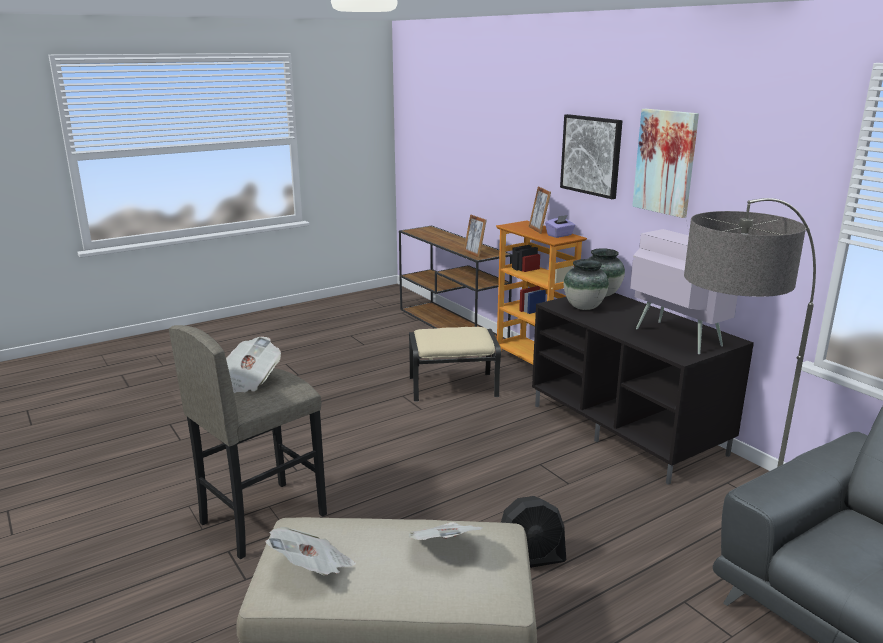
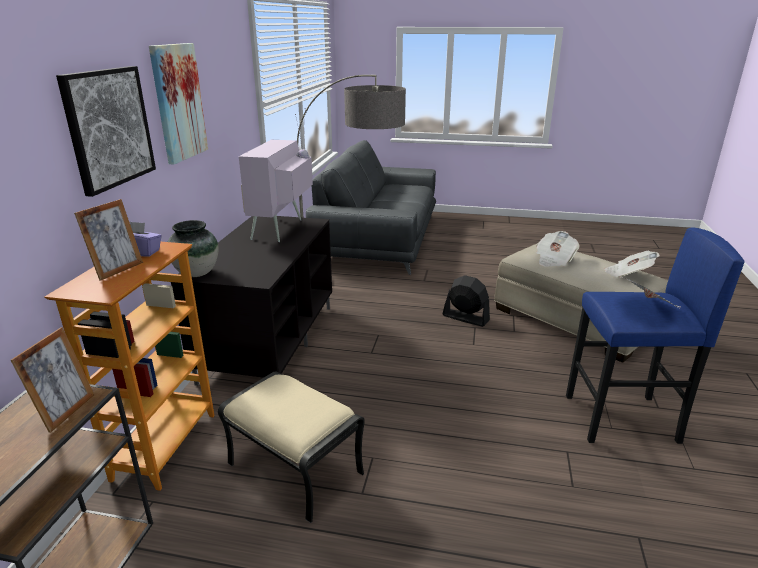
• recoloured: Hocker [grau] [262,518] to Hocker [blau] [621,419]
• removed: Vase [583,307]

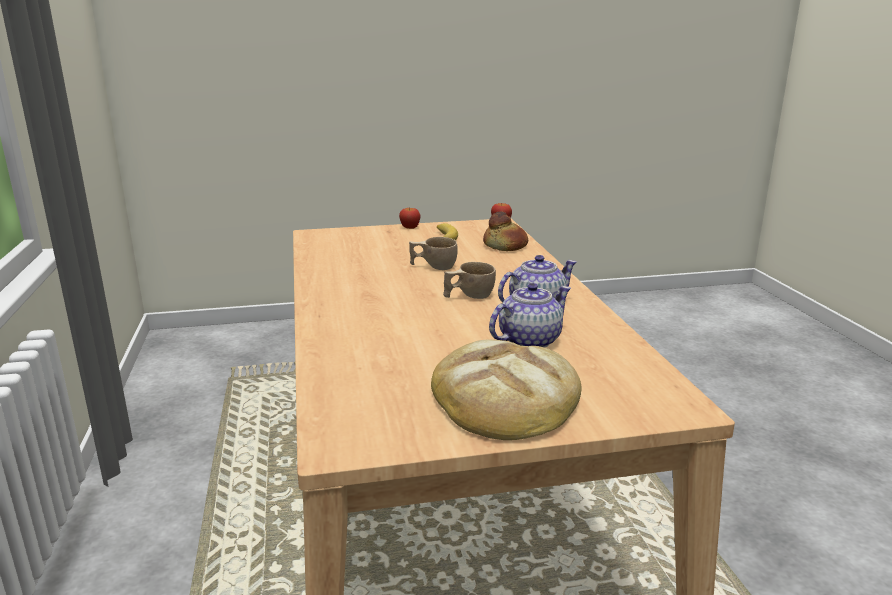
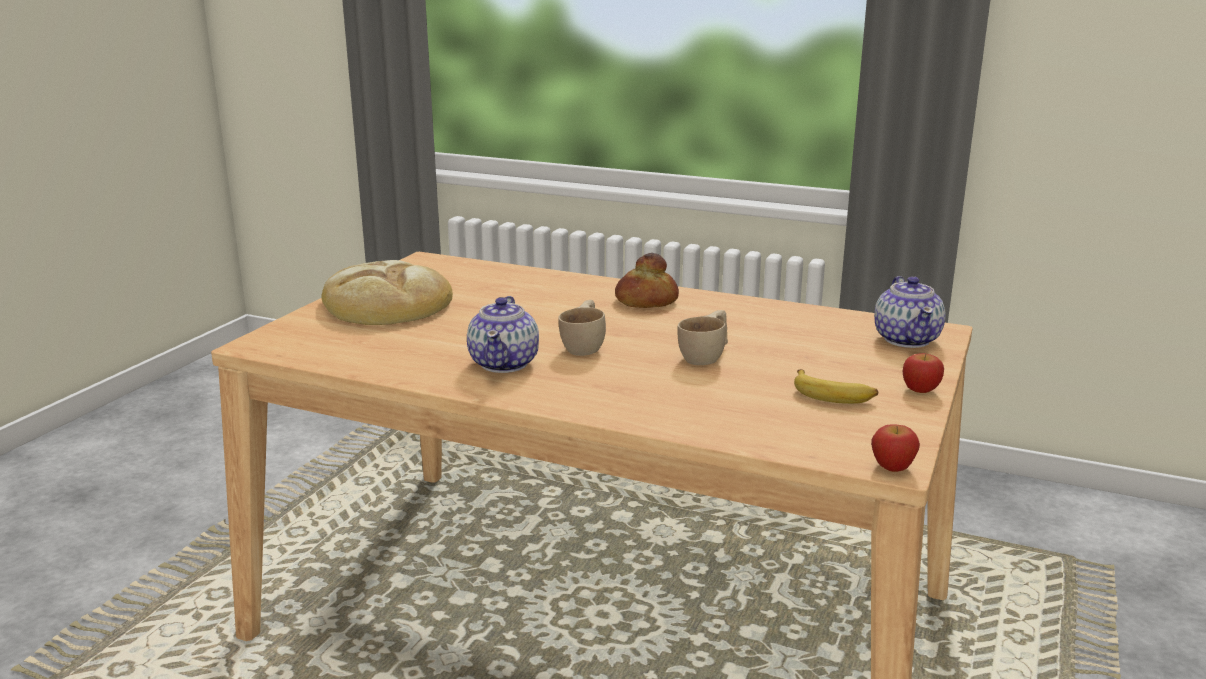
• moved: Brot [505,245] to [646,301]
• moved: Teekanne [528,341] to [907,339]

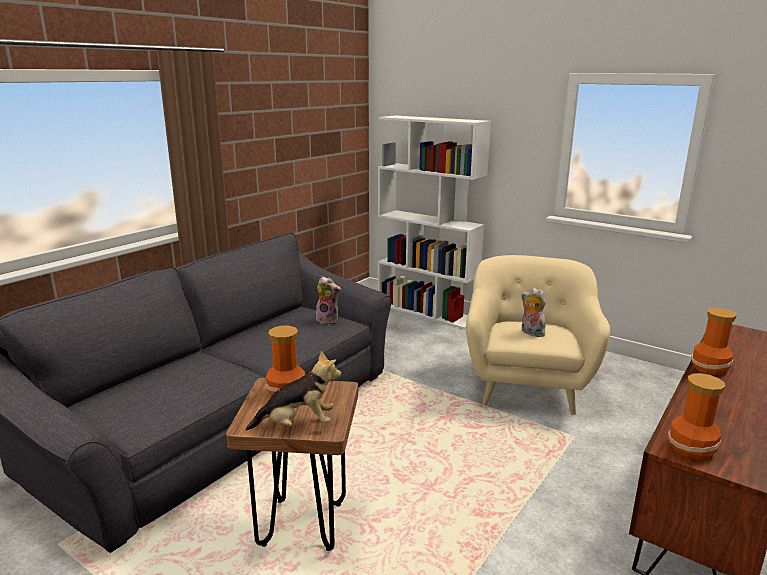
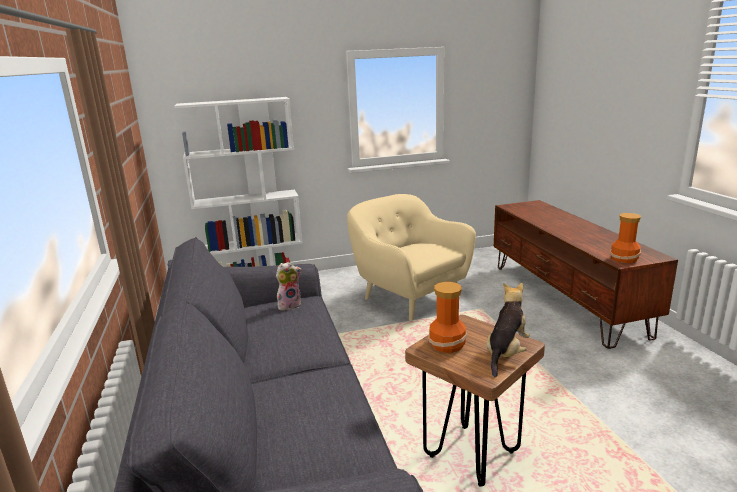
• removed: Plüschtier [531,333]
• removed: Vase [710,368]

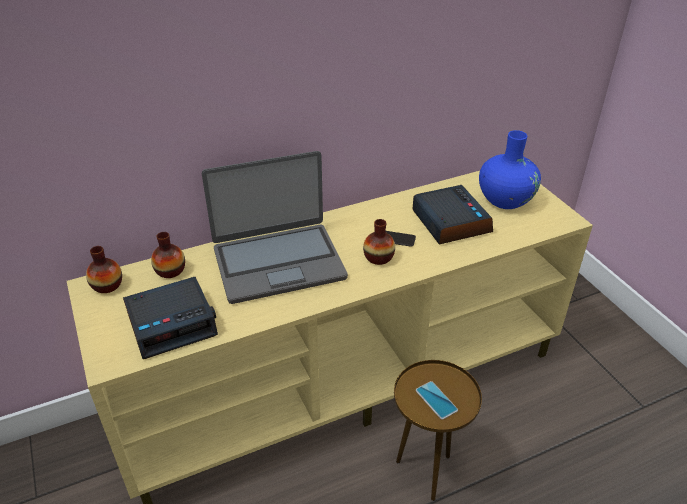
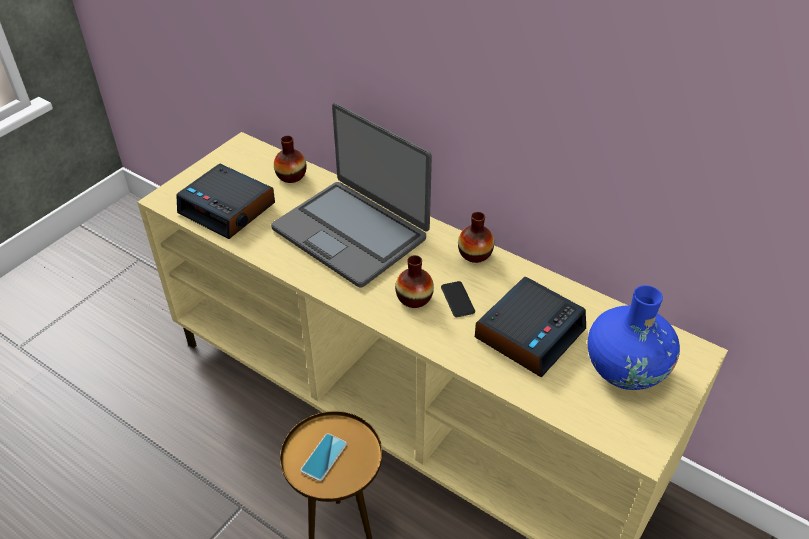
• moved: Vase [107,285] to [475,254]

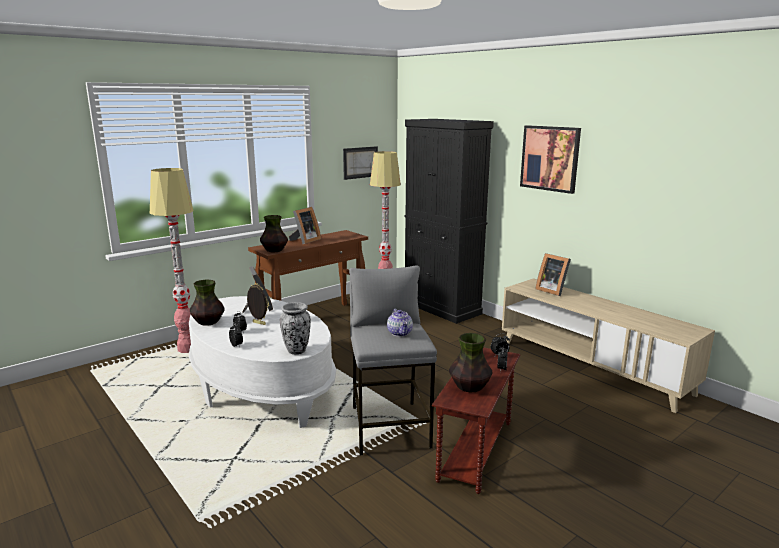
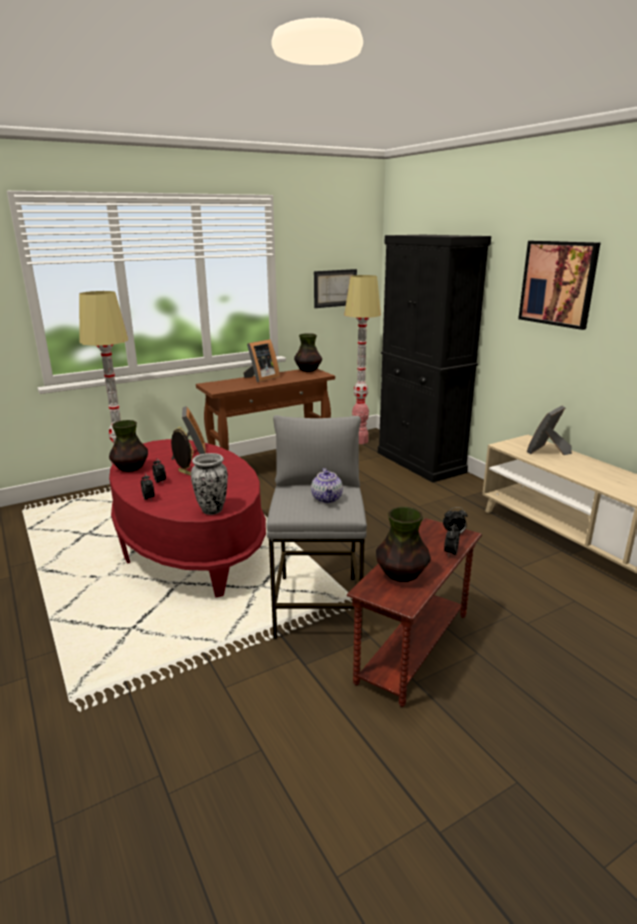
• recoloured: Couchtisch [weiß] [262,387] to Couchtisch [rot] [190,544]
• moved: Vase [274,251] to [308,370]
• turned: Bilderrahmen [552,290] = [547,451] 75 degrees clockwise

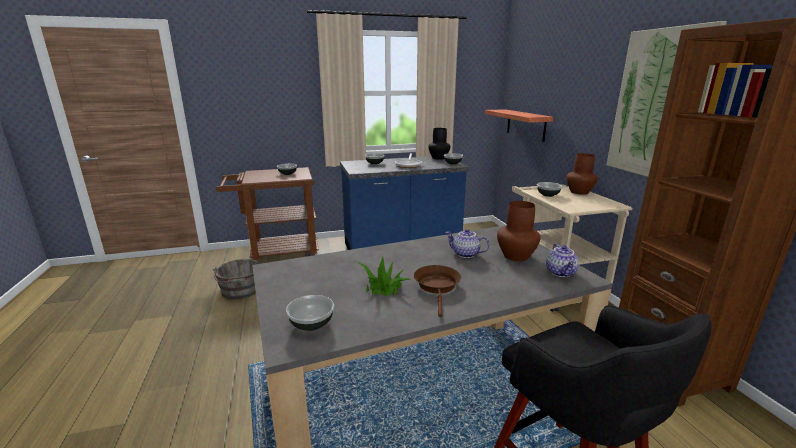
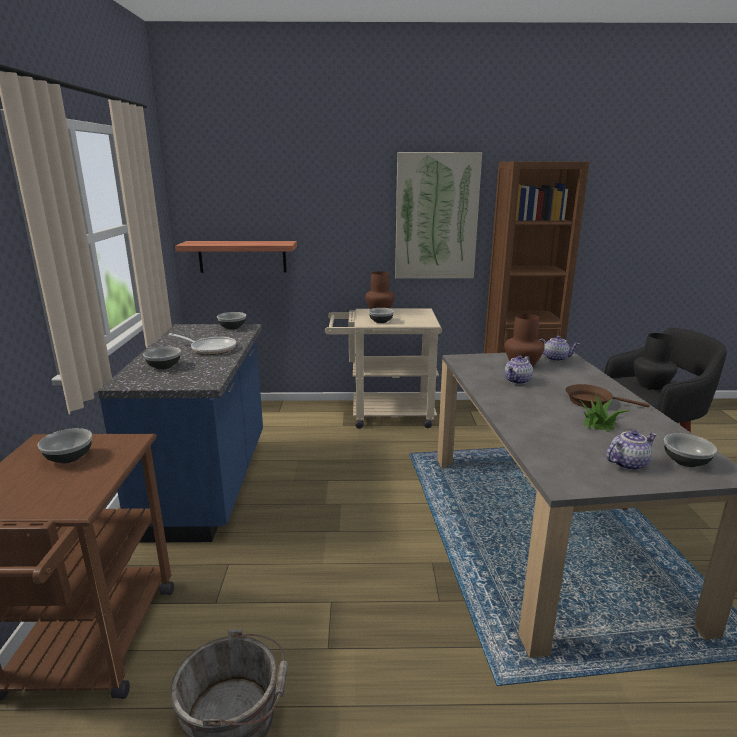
• added: Teekanne [627,463]
• moved: Vase [schwarz] [438,158] to [650,385]

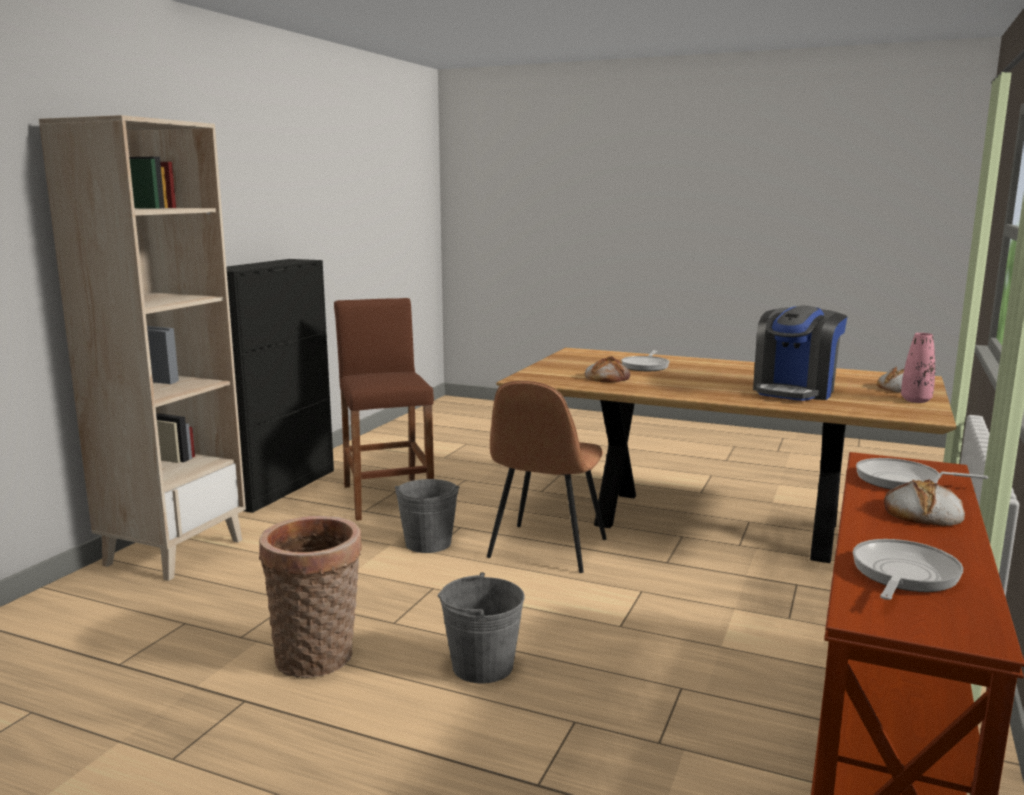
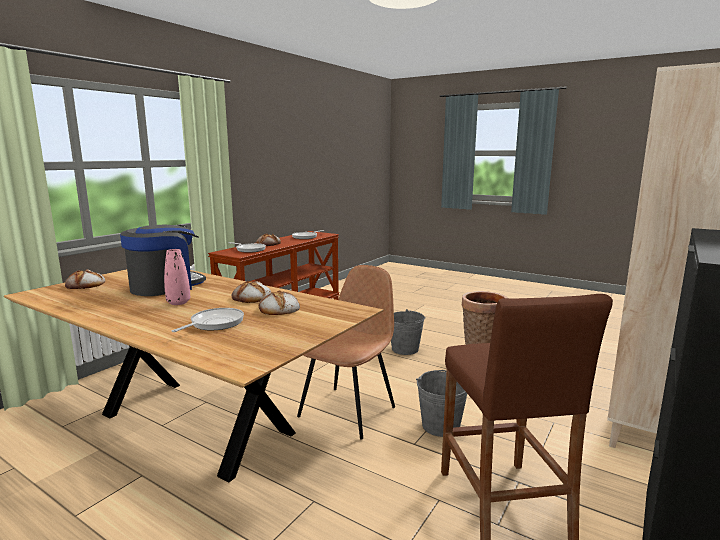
• moved: Vase [rosa] [916,400] to [178,302]
• added: Brot [252,297]

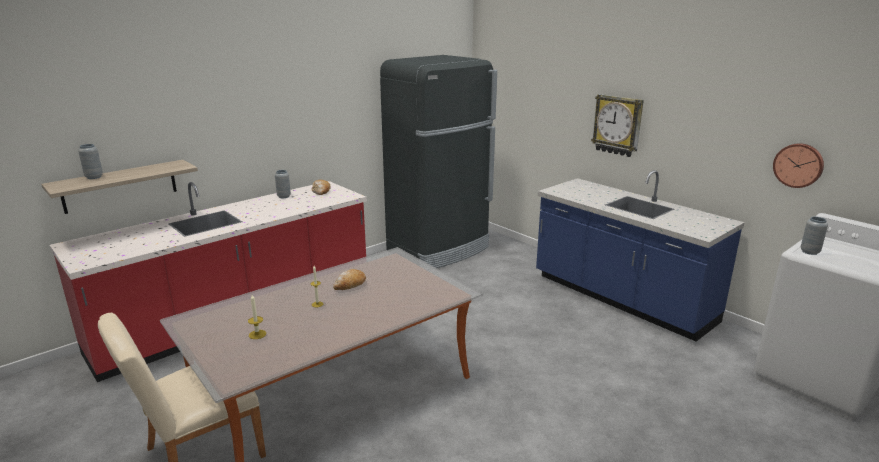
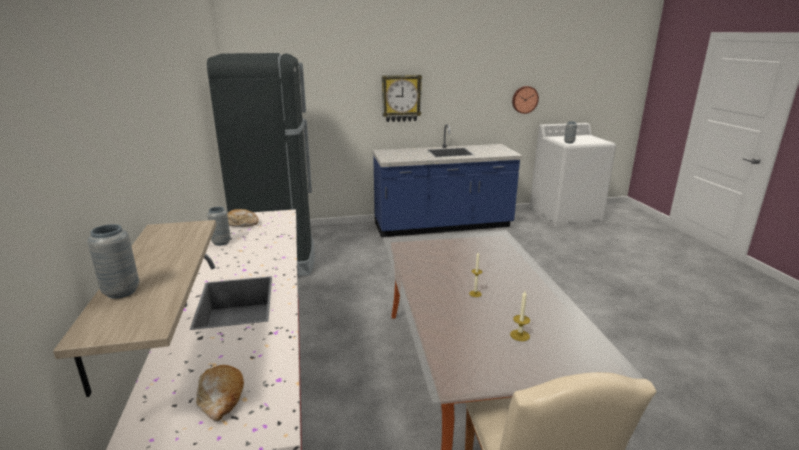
• moved: Brot [350,285] to [221,398]

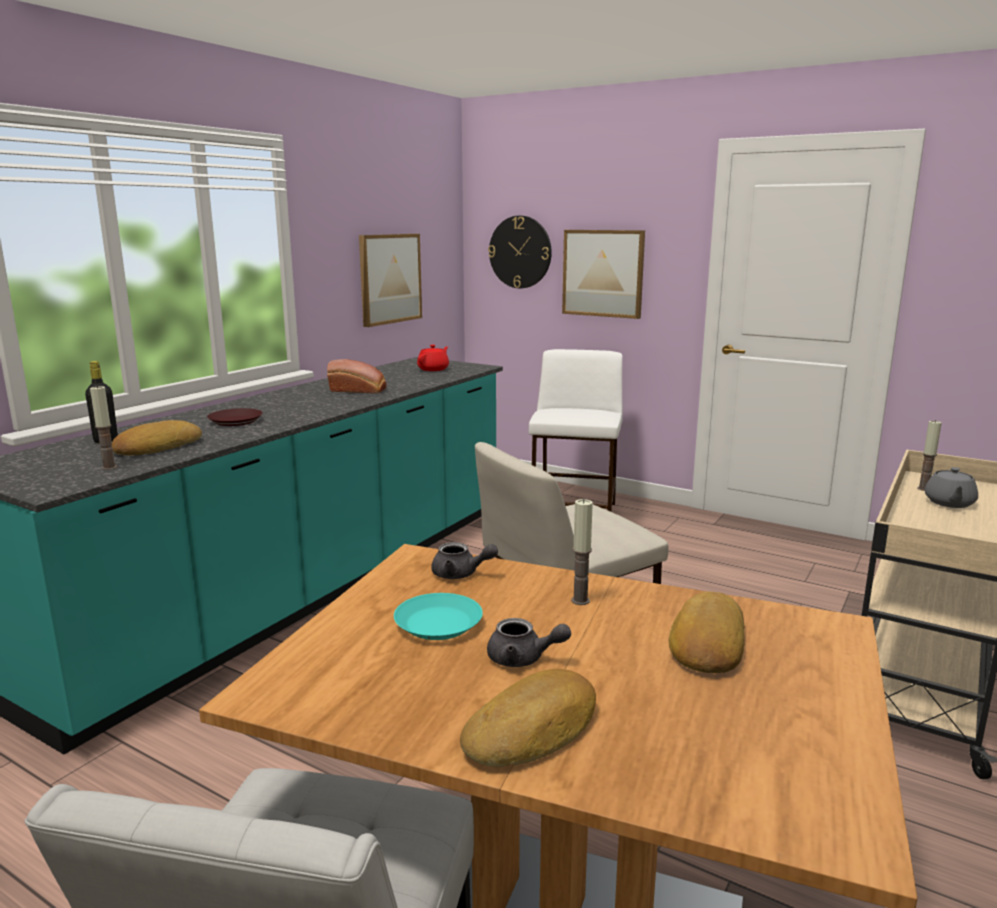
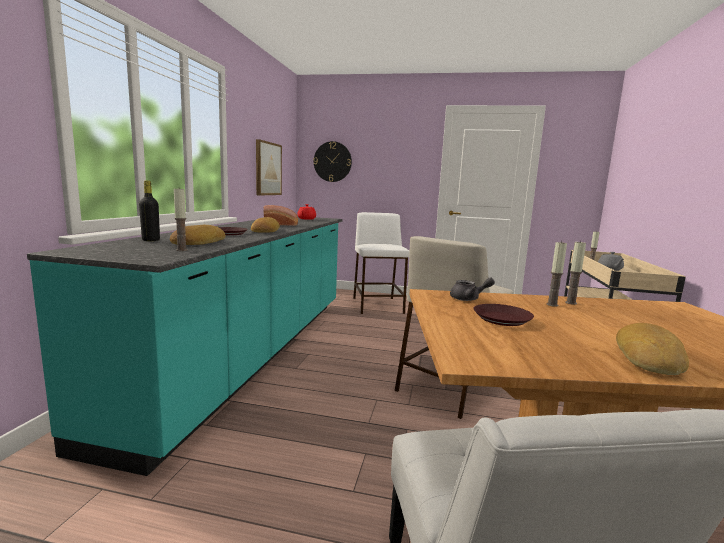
• moved: Brot [705,642] to [265,231]
• recoloured: Teller [türkis] [439,624] to Teller [braun] [502,319]
• added: Kerze [571,303]
• removed: Teekanne [grau] [523,659]
• removed: Bild [603,273]

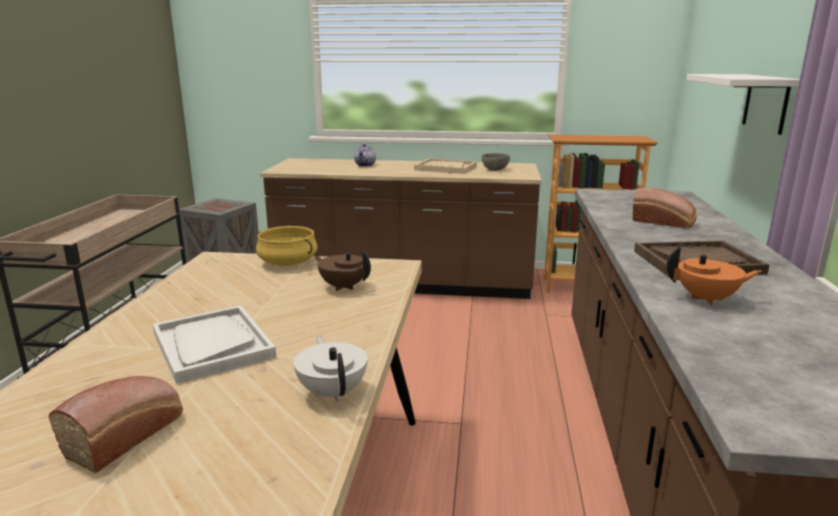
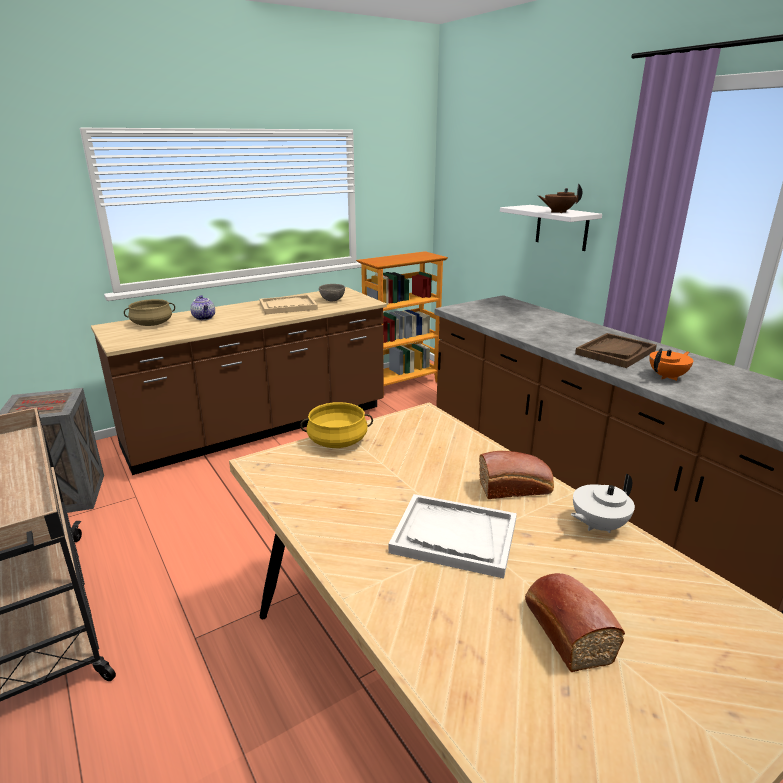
• added: Kochtopf [beige] [152,324]
• moved: Brot [664,222] to [516,488]
• moved: Teekanne [braun] [343,286] to [558,212]
• turned: Teekanne [weiß] [333,392] = [597,525] 60 degrees counterclockwise

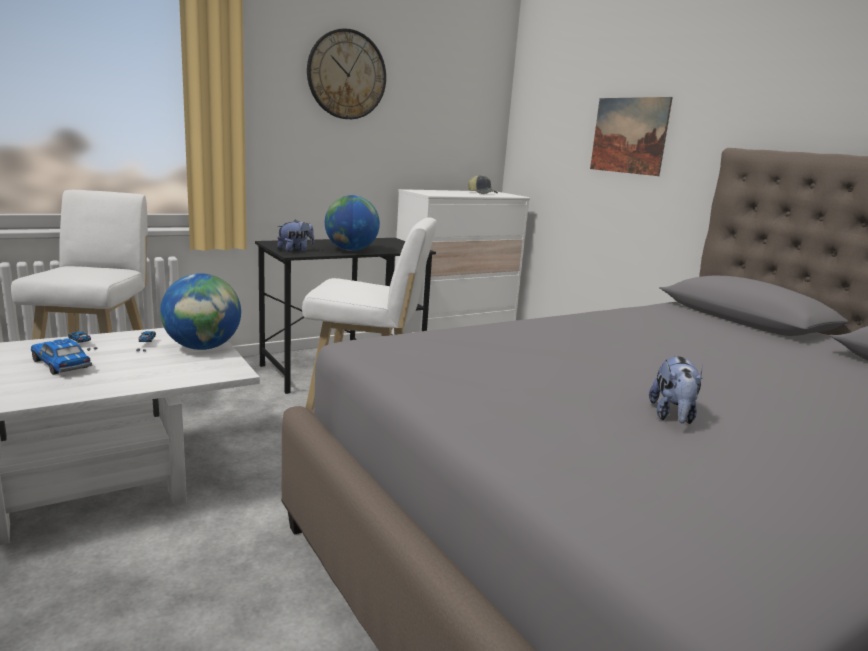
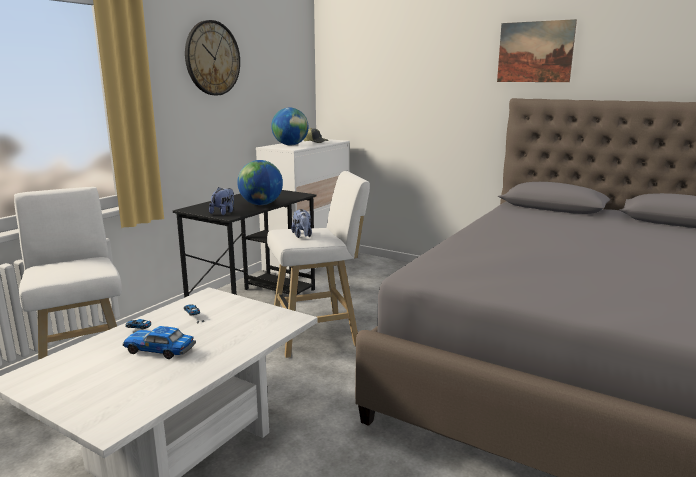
• moved: Globus [203,347] to [290,145]
• moved: Plüschtier [672,416] to [302,236]
• moved: Bild [629,135] to [535,52]

